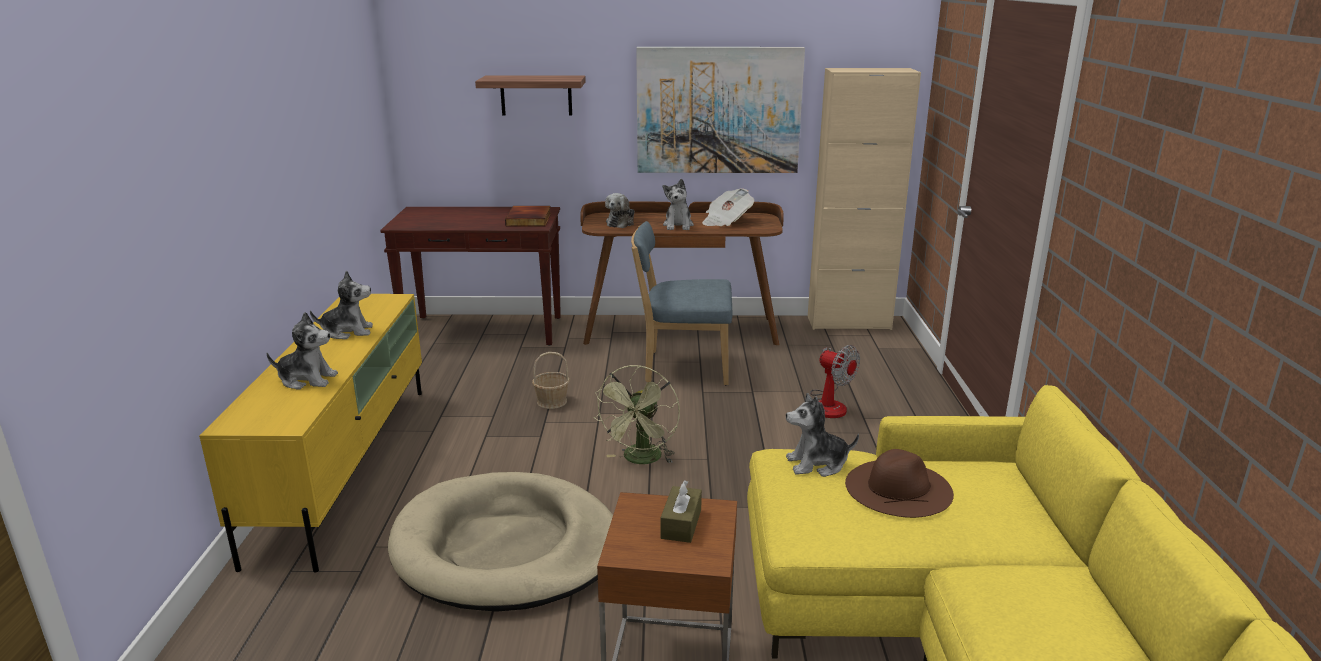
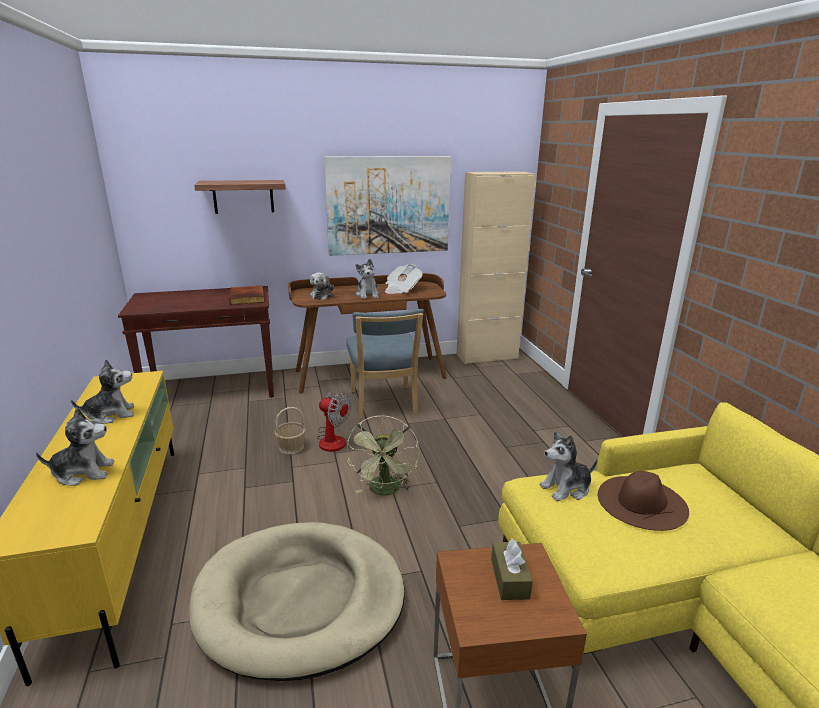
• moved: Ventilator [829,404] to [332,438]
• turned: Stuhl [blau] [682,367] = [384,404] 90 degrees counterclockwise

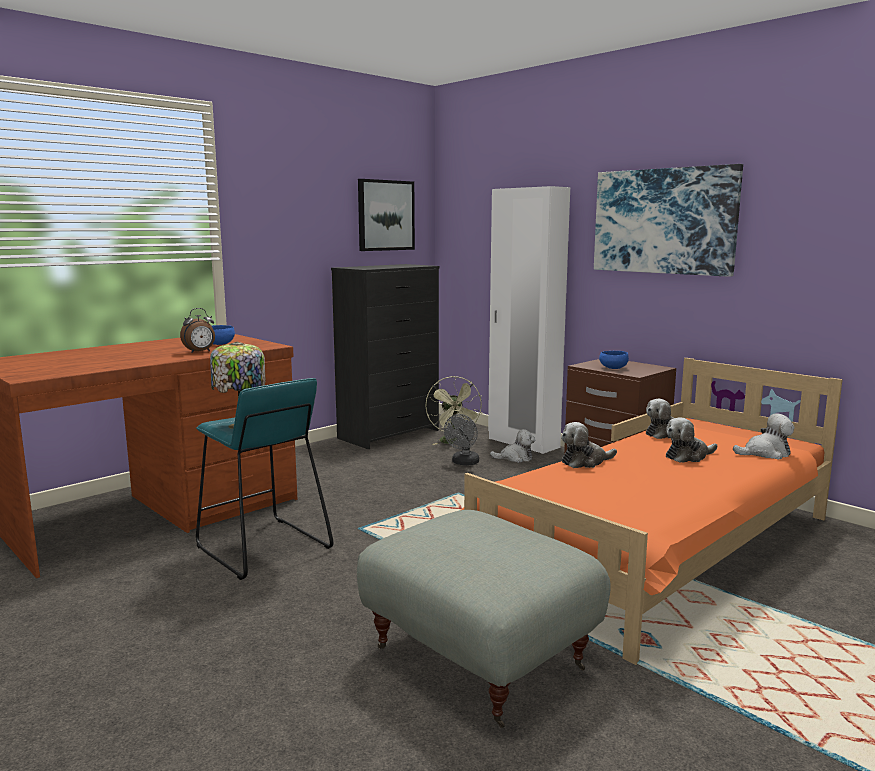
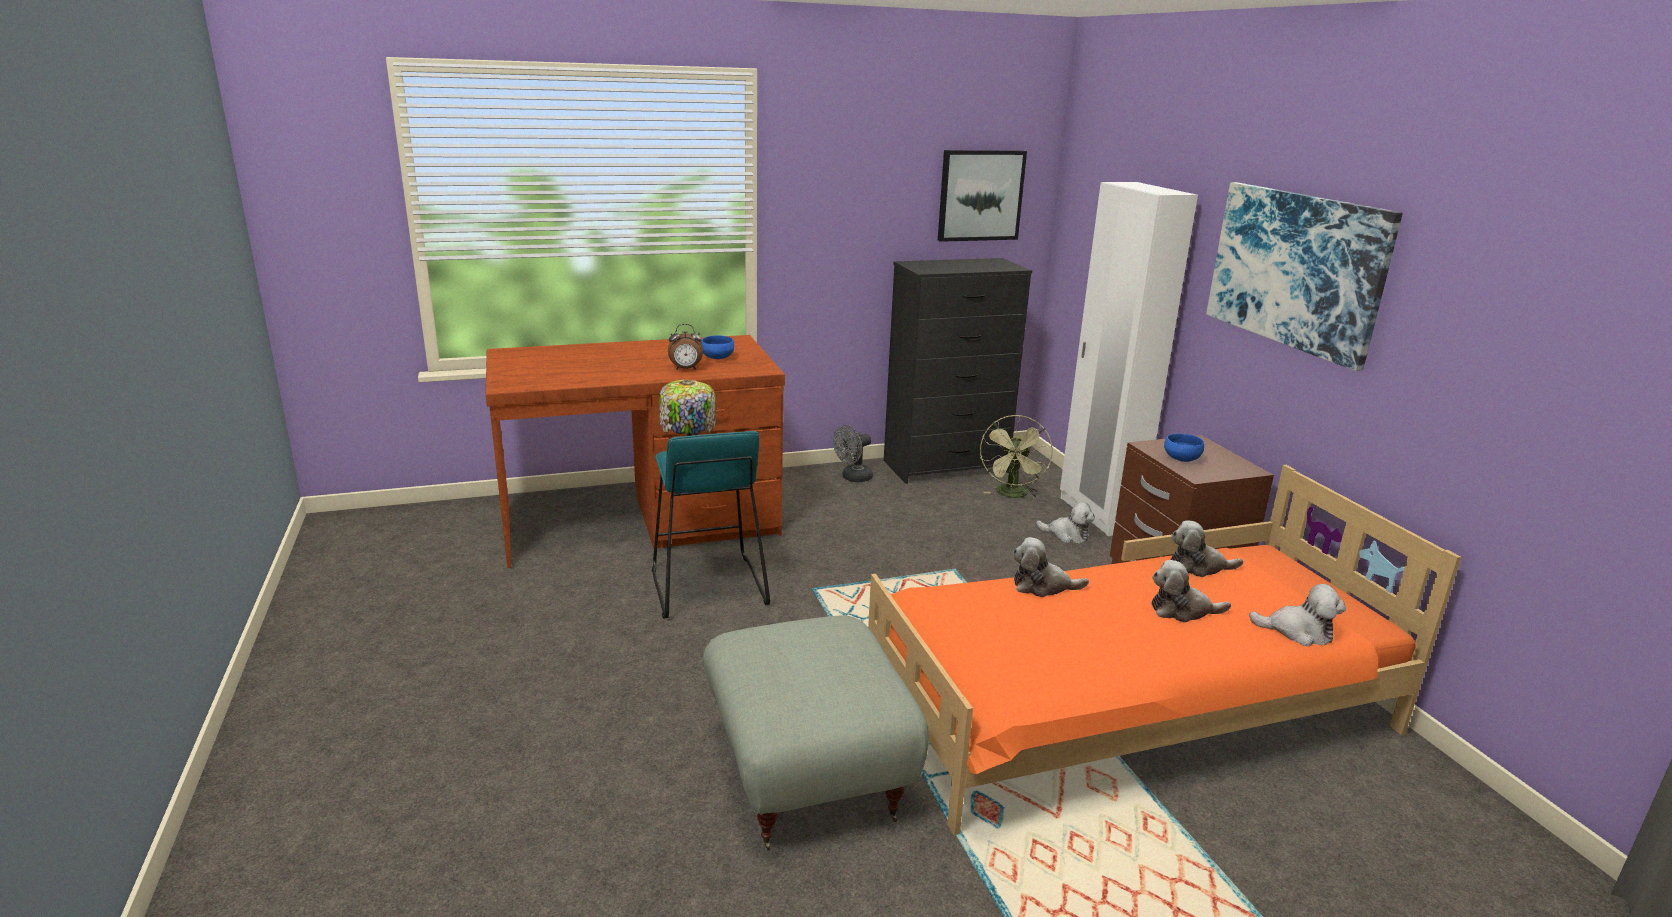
• moved: Ventilator [grau] [463,463] to [853,478]

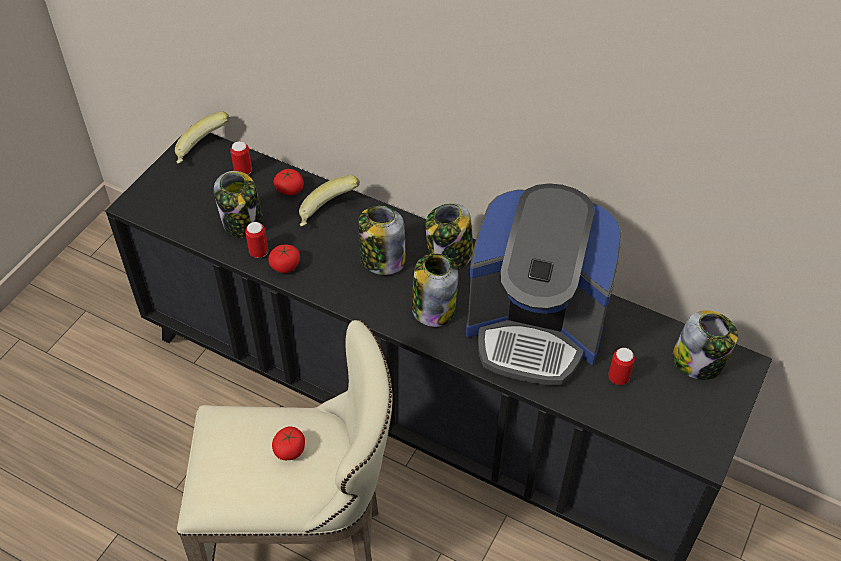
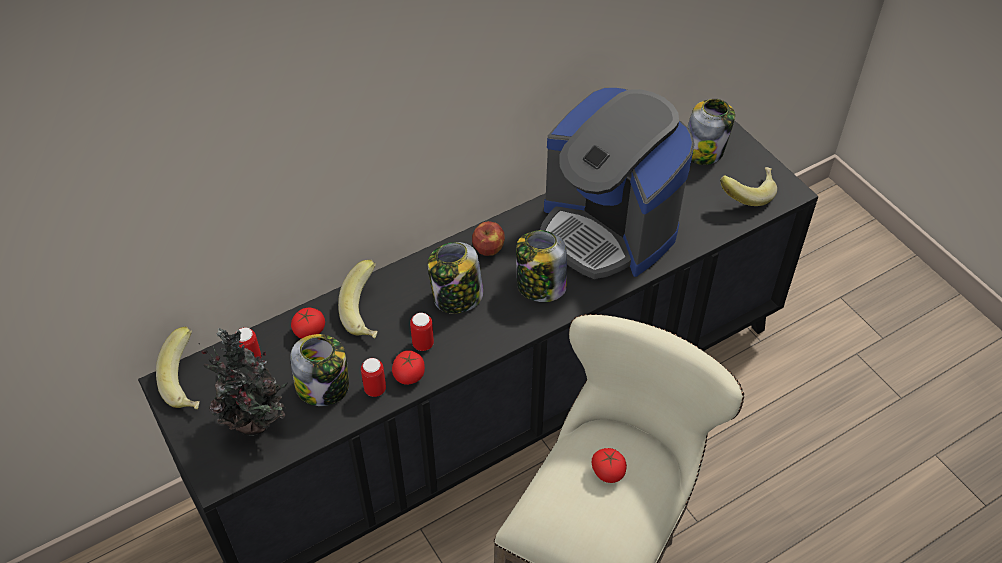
• added: Topfpflanze [257,422]
• moved: Dose [618,378] to [423,344]
• replaced: Vorratsglas [449,256] to Apfel [489,248]
• turned: Kaffeemaschine [535,328] = [608,229] 90 degrees clockwise
• added: Banane [746,193]

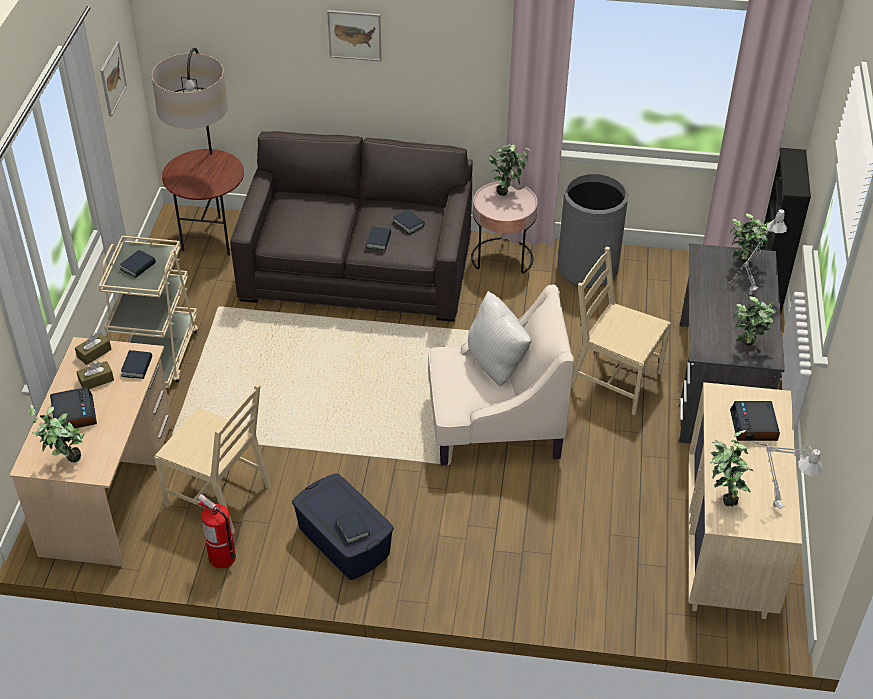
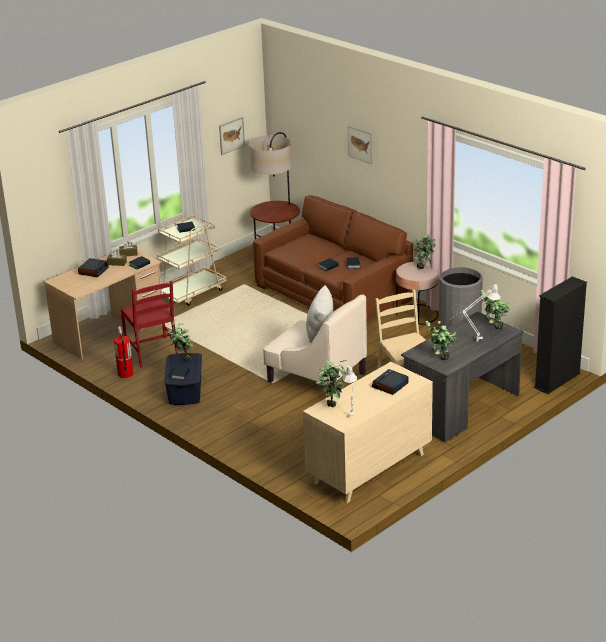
• recoloured: Stuhl [beige] [219,495] to Stuhl [rot] [153,352]
• moved: Topfpflanze [65,462] to [183,360]
• recoloured: Sofa [grau] [358,268] to Sofa [braun] [333,293]

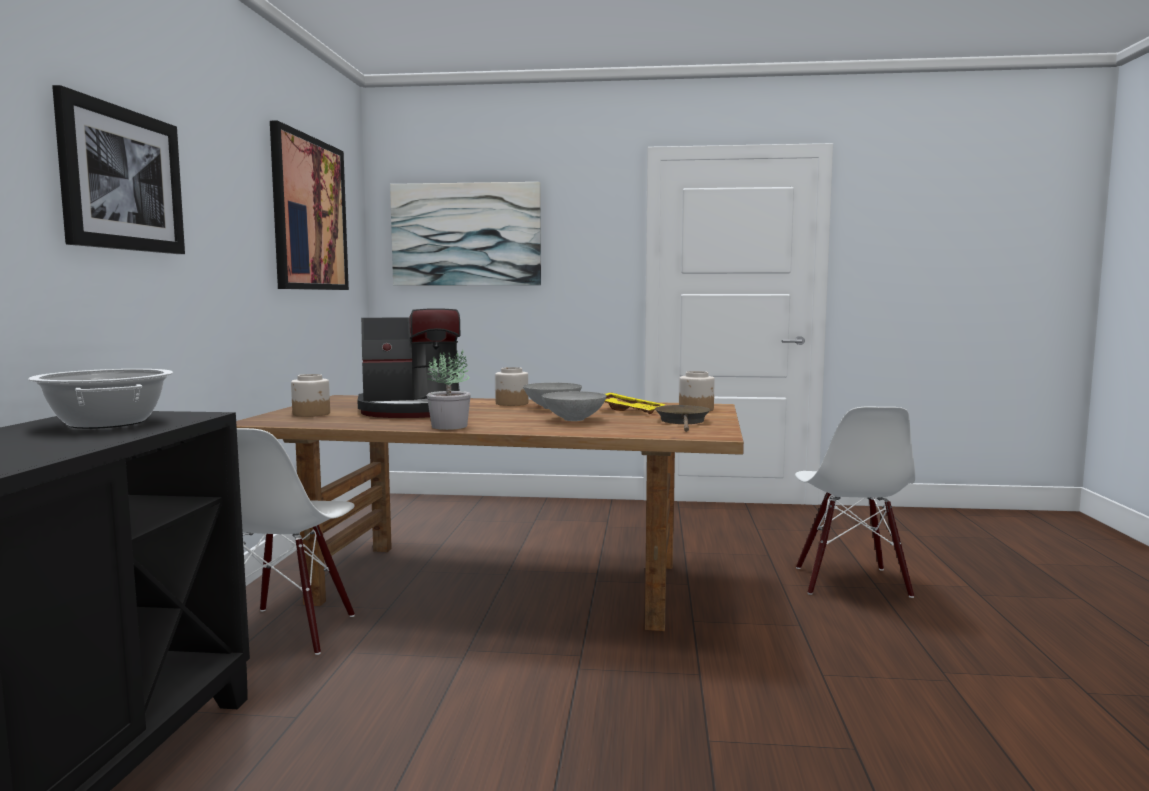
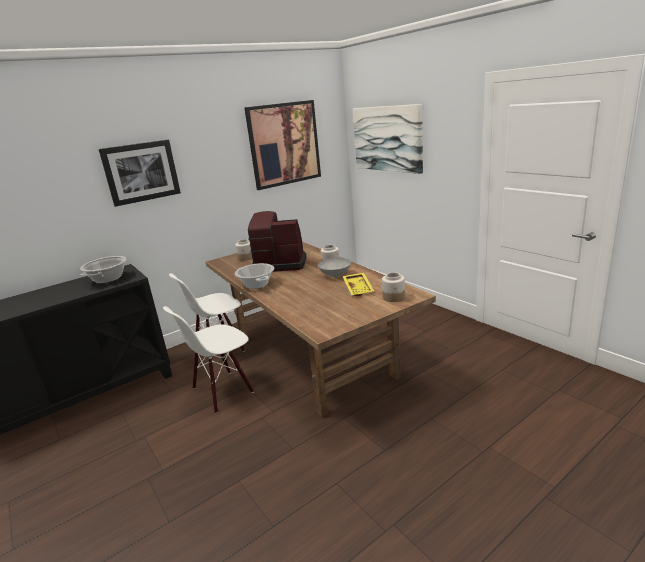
• moved: Stuhl [weiß] [850,582] to [222,391]
• replaced: Topfpflanze [450,426] to Kochtopf [257,284]
• turned: Kaffeemaschine [413,411] = [280,263] 150 degrees clockwise
• removed: Schüssel [grau] [572,419]
• removed: Pfanne [braun] [683,422]

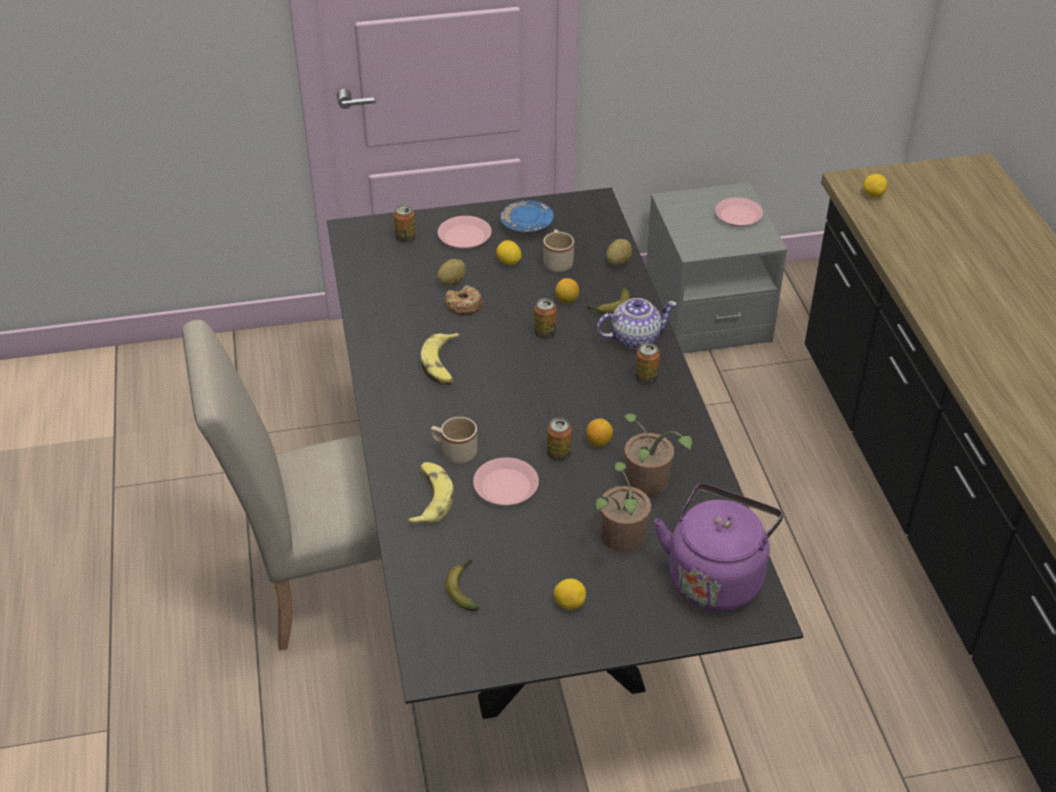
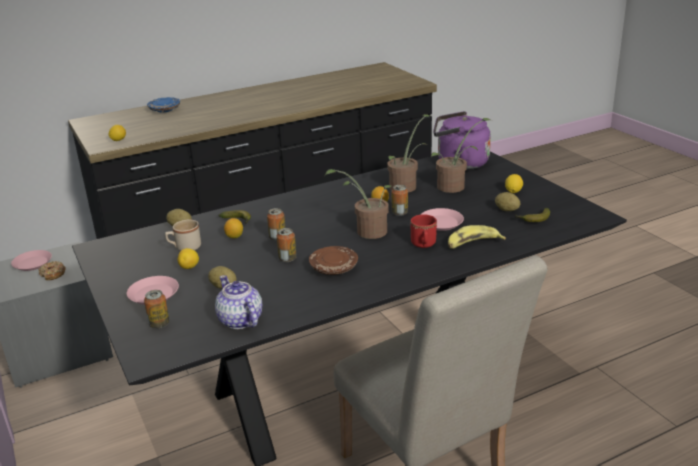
• moved: Donut [464,306] to [53,274]
• moved: Teller [blau] [526,226] to [165,110]
• moved: Teekanne [634,338] to [240,321]
• moved: Dose [646,378] to [287,259]
• replaced: Banane [442,365] to Teller [braun] [334,268]
• added: Topfpflanze [367,232]
• recoloured: Henkelbecher [beige] [454,452] to Henkelbecher [rot] [423,245]
• added: Kartoffel [507,210]

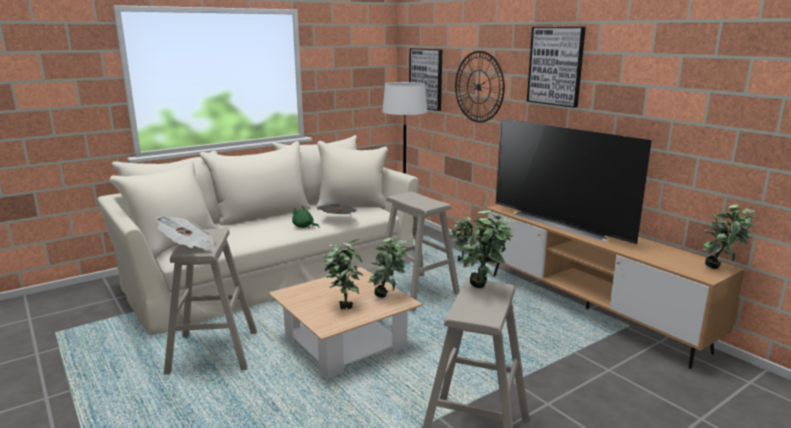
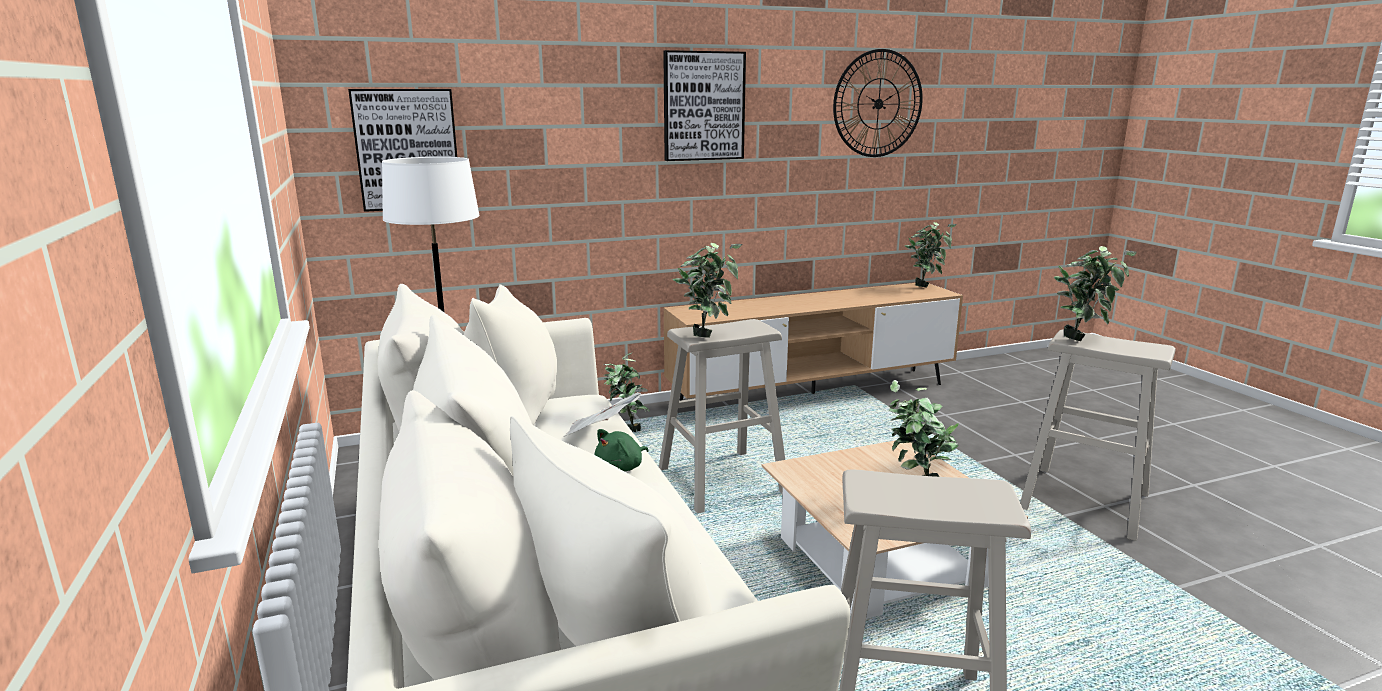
• moved: Topfpflanze [389,296] to [707,335]
• moved: Wanduhr [478,87] to [878,104]
• removed: Zeitung [189,247]
• removed: Fernseher [562,224]

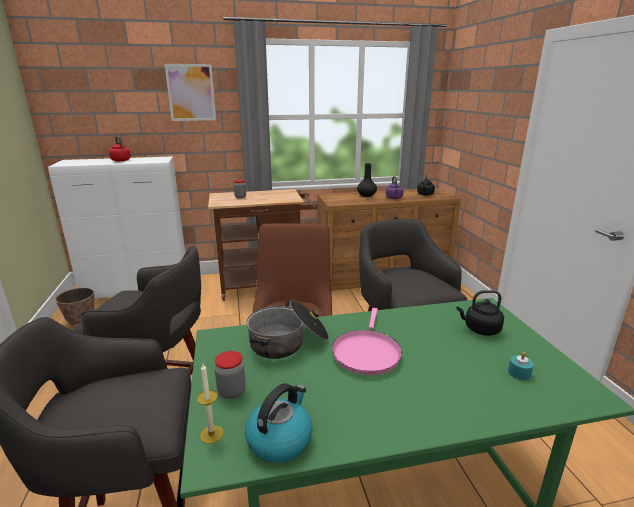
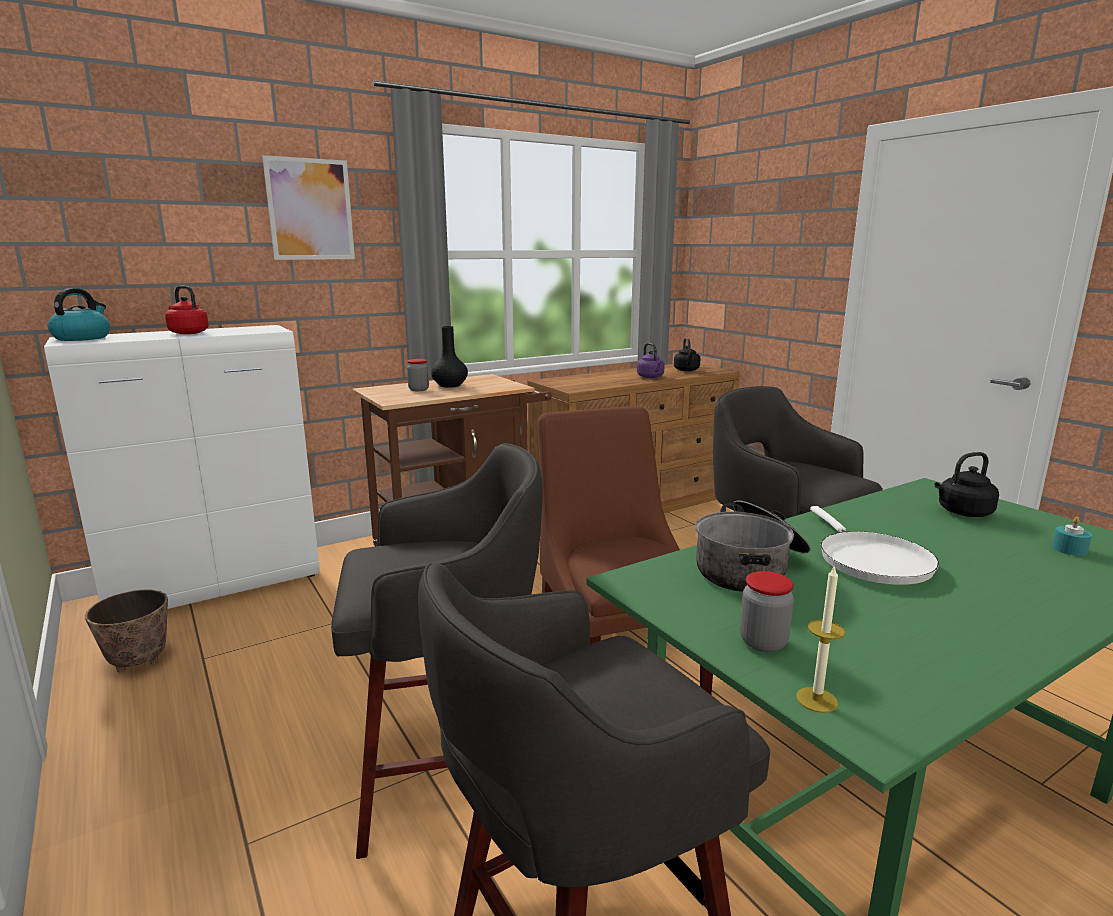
• moved: Wasserkessel [280,439] to [82,338]
• moved: Vase [schwarz] [366,195] to [450,385]
• recoloured: Pfanne [rosa] [366,352] to Pfanne [weiß] [870,560]

